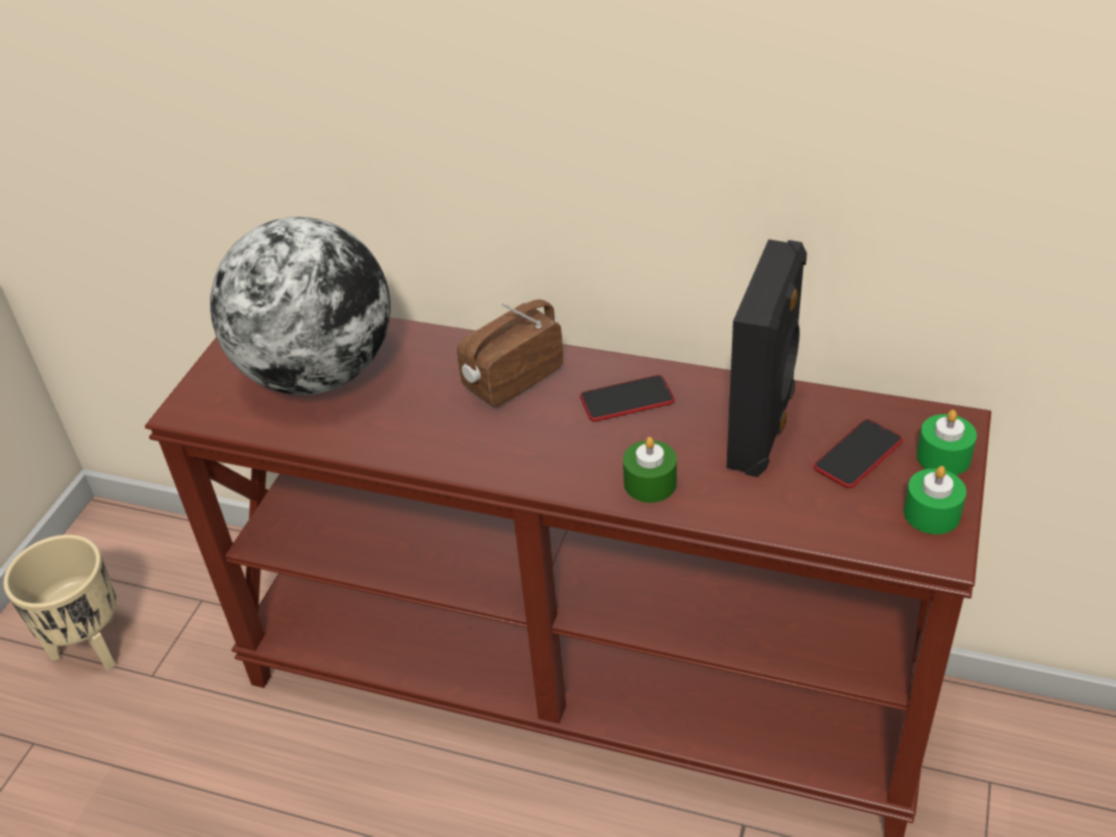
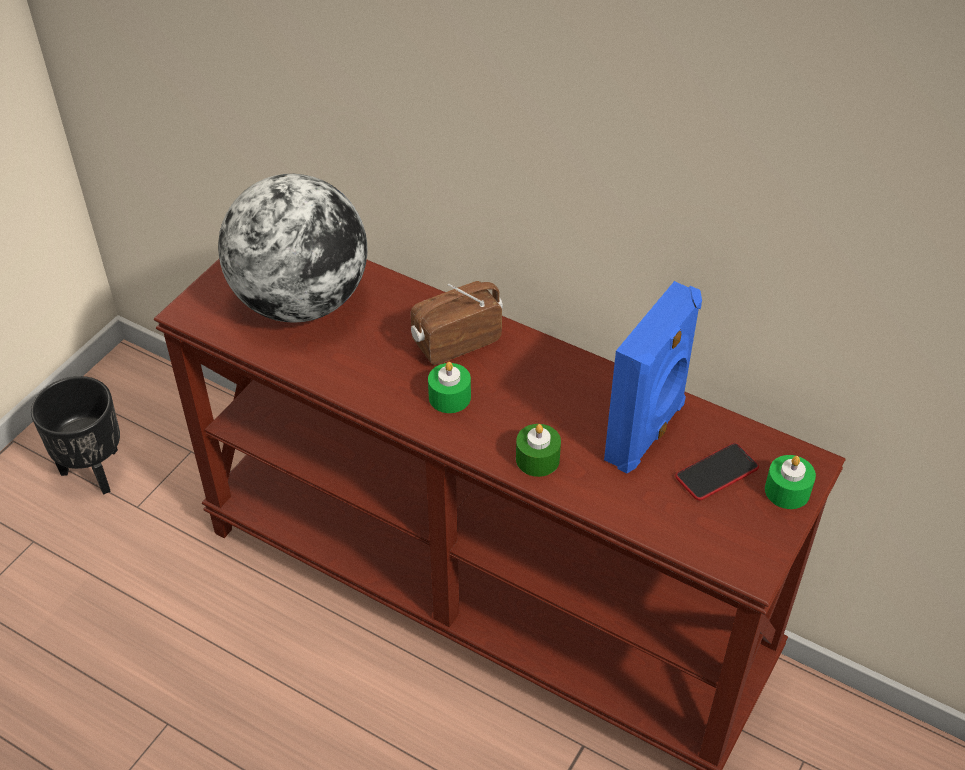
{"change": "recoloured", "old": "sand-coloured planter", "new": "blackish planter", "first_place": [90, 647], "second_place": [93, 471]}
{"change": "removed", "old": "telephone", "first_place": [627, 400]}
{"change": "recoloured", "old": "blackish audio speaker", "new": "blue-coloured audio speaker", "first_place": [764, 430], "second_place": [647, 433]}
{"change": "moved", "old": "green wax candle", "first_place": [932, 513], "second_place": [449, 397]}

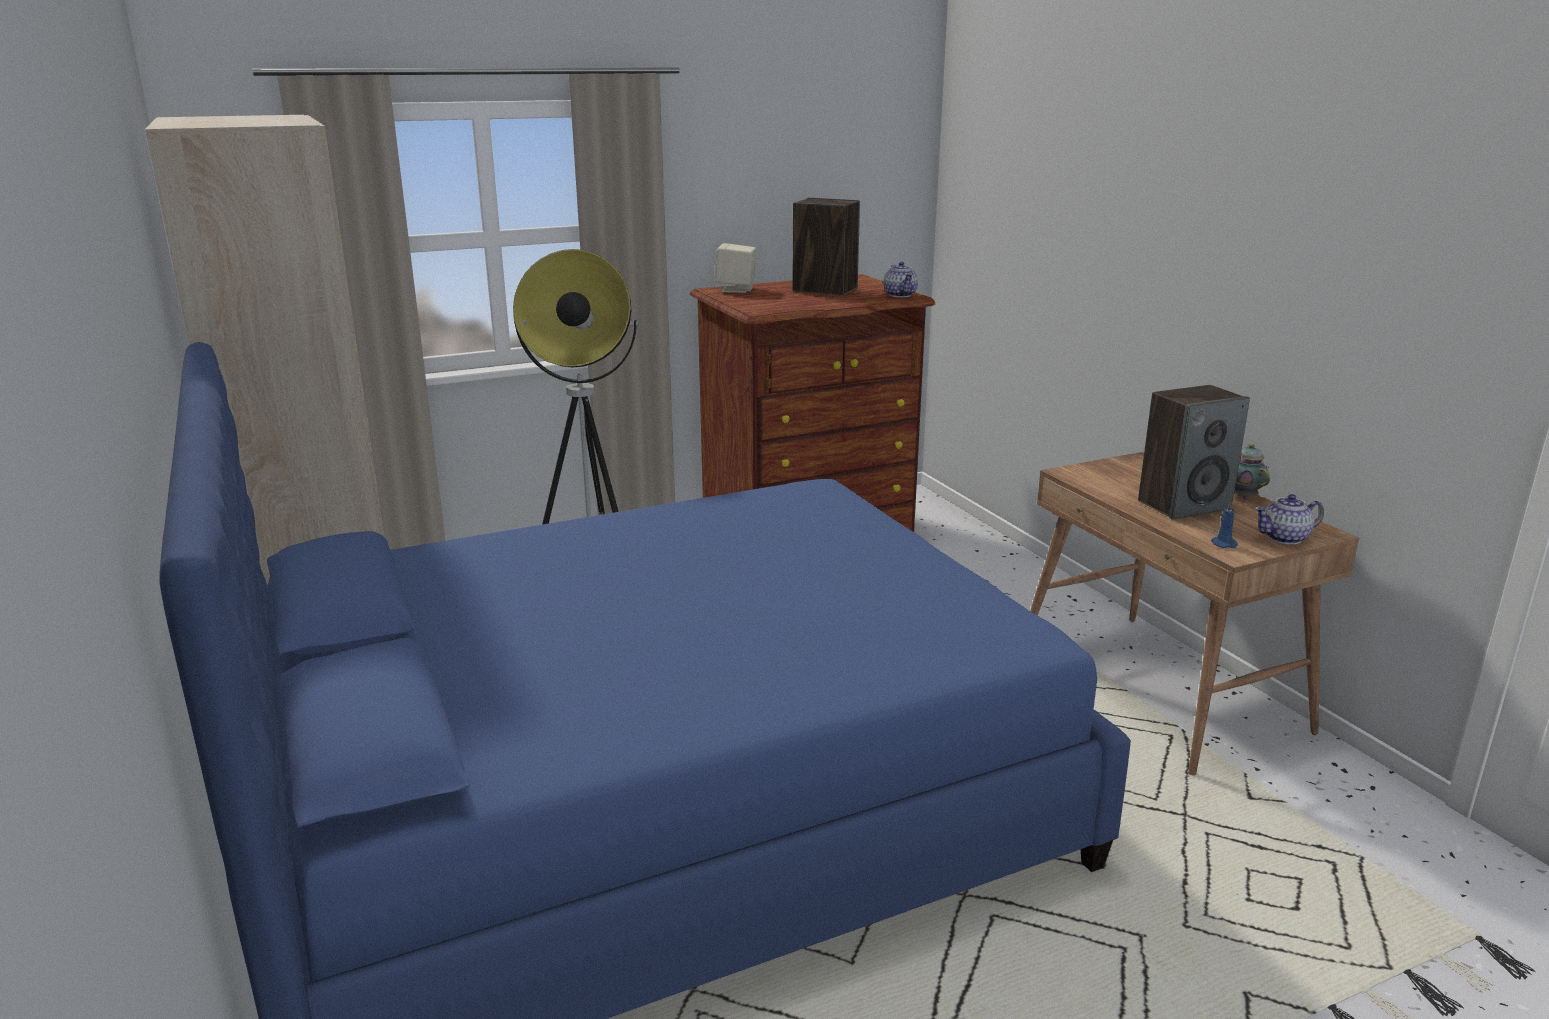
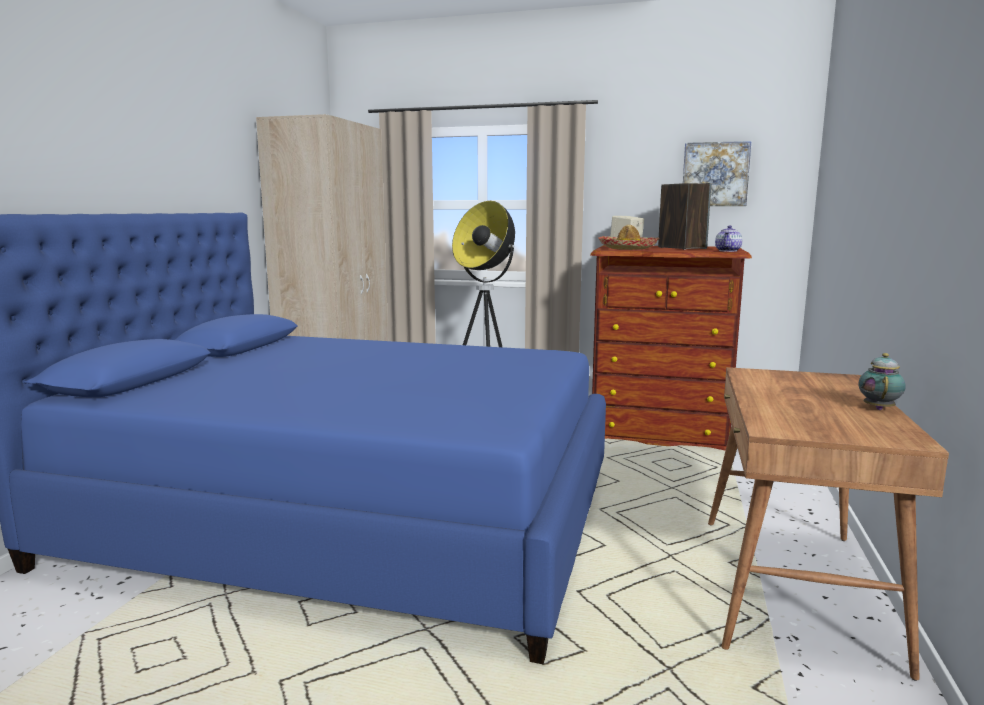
{"change": "removed", "old": "audio speaker", "first_place": [1184, 505]}
{"change": "removed", "old": "blue-coloured wax candle", "first_place": [1223, 543]}
{"change": "removed", "old": "tea pot", "first_place": [1285, 538]}
{"change": "added", "new": "clothing hat", "second_place": [627, 248]}
{"change": "added", "new": "picture", "second_place": [715, 174]}

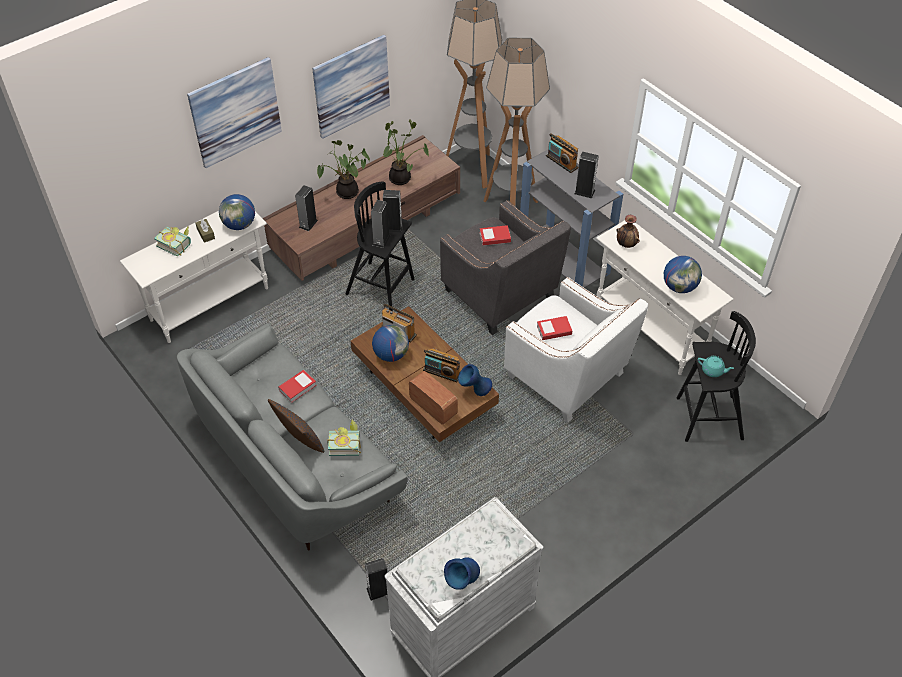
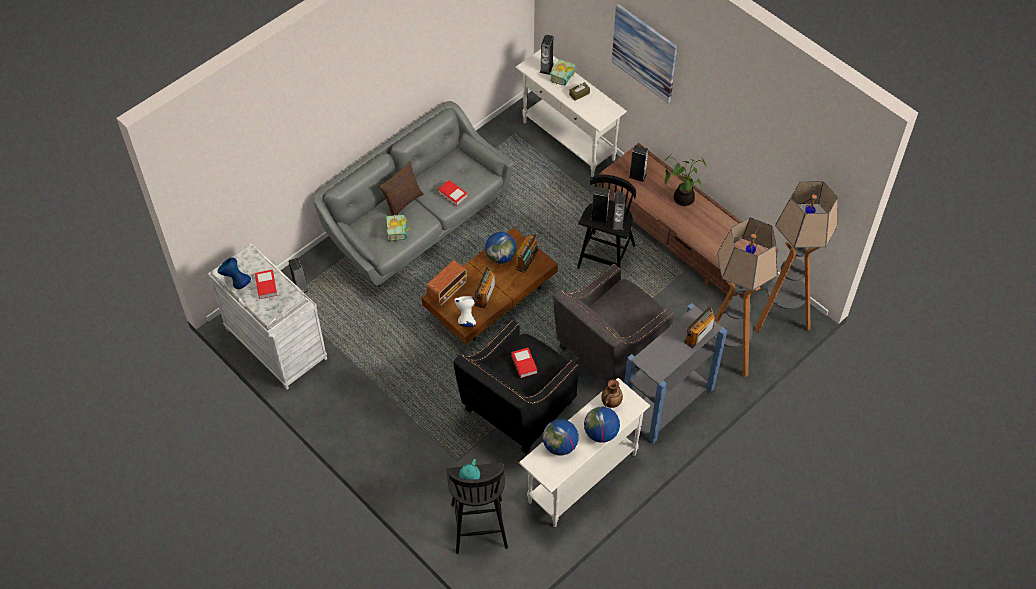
{"change": "moved", "old": "world globe", "first_place": [239, 225], "second_place": [601, 433]}
{"change": "removed", "old": "picture", "first_place": [351, 86]}
{"change": "removed", "old": "plant in a pot", "first_place": [402, 178]}
{"change": "recoloured", "old": "blue-coloured decorative vase", "new": "whitish decorative vase", "first_place": [474, 392], "second_place": [466, 319]}
{"change": "moved", "old": "bound book", "first_place": [495, 237], "second_place": [266, 286]}
{"change": "recoloured", "old": "whitish lounge chair", "new": "blackish lounge chair", "first_place": [566, 376], "second_place": [517, 407]}
{"change": "moved", "old": "audio speaker", "first_place": [584, 192], "second_place": [546, 68]}

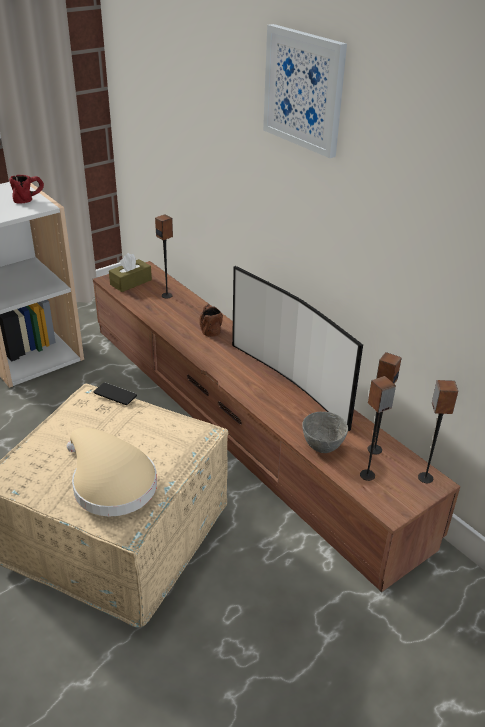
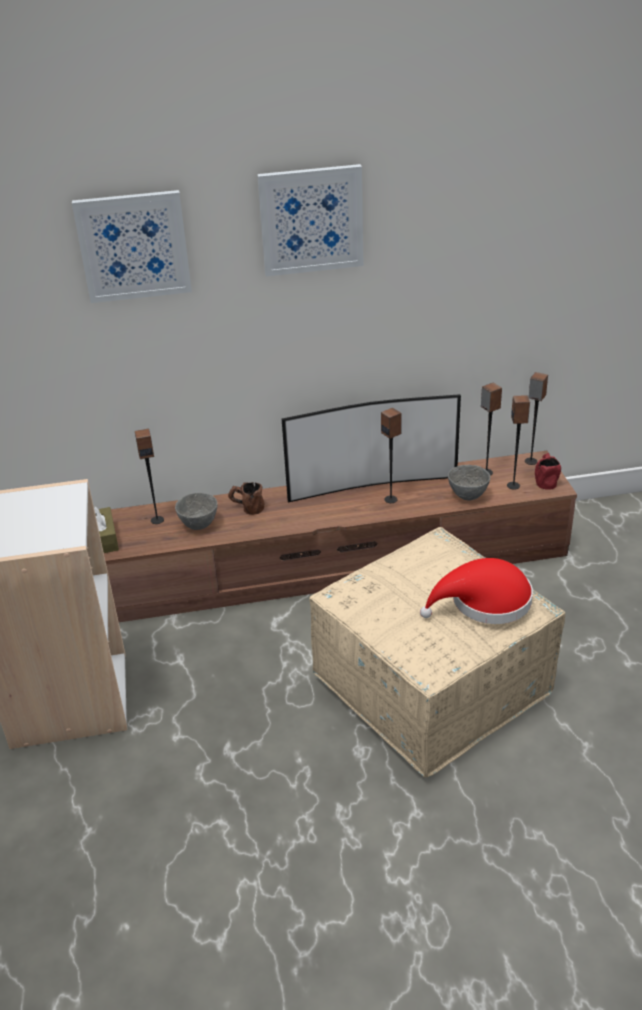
{"change": "moved", "old": "reddish coffee mug", "first_place": [29, 199], "second_place": [545, 480]}
{"change": "recoloured", "old": "sand-coloured clothing hat", "new": "reddish clothing hat", "first_place": [110, 483], "second_place": [484, 602]}
{"change": "removed", "old": "telephone", "first_place": [115, 394]}
{"change": "added", "new": "picture", "second_place": [133, 246]}
{"change": "added", "new": "grey deep dish", "second_place": [198, 525]}
{"change": "added", "new": "audio speaker", "second_place": [391, 499]}

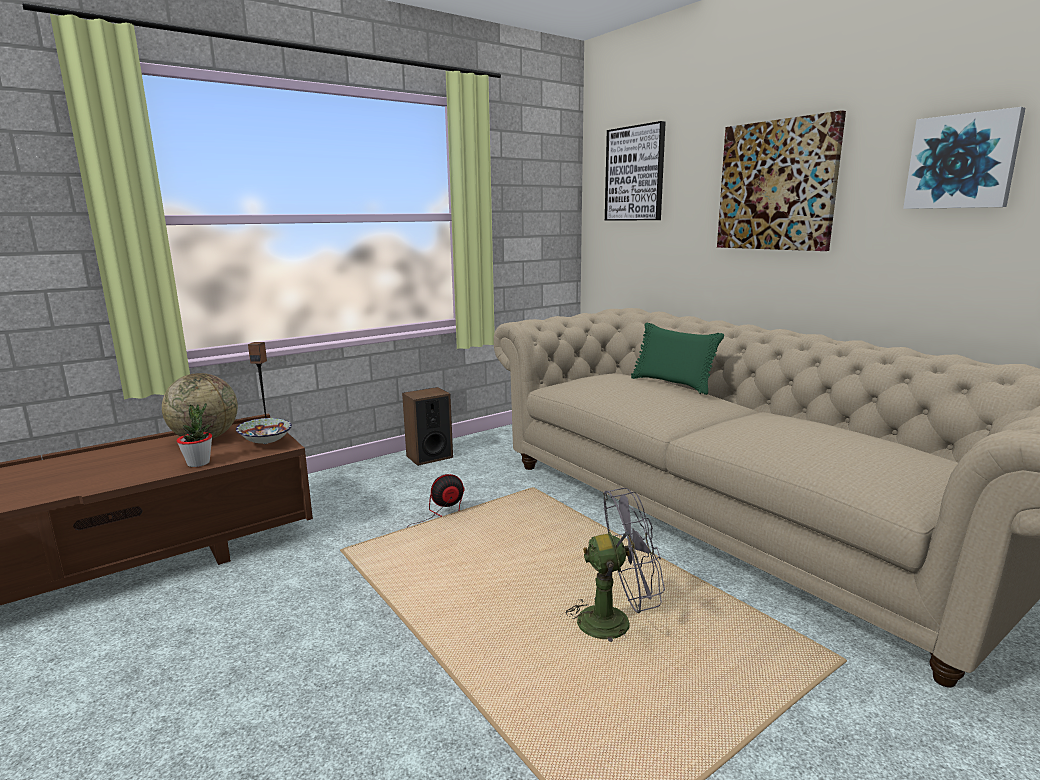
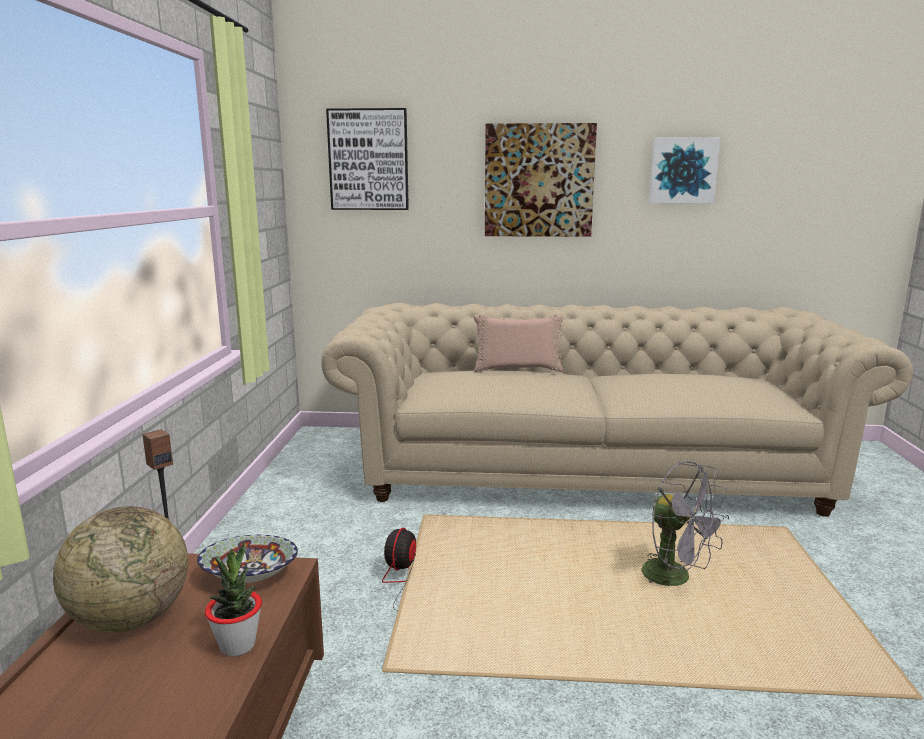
{"change": "removed", "old": "audio speaker", "first_place": [429, 456]}
{"change": "turned", "old": "grey electric fan", "first_place": [615, 621], "second_place": [676, 578], "degrees": 105}
{"change": "recoloured", "old": "green pillow", "new": "sand-coloured pillow", "first_place": [673, 384], "second_place": [517, 370]}

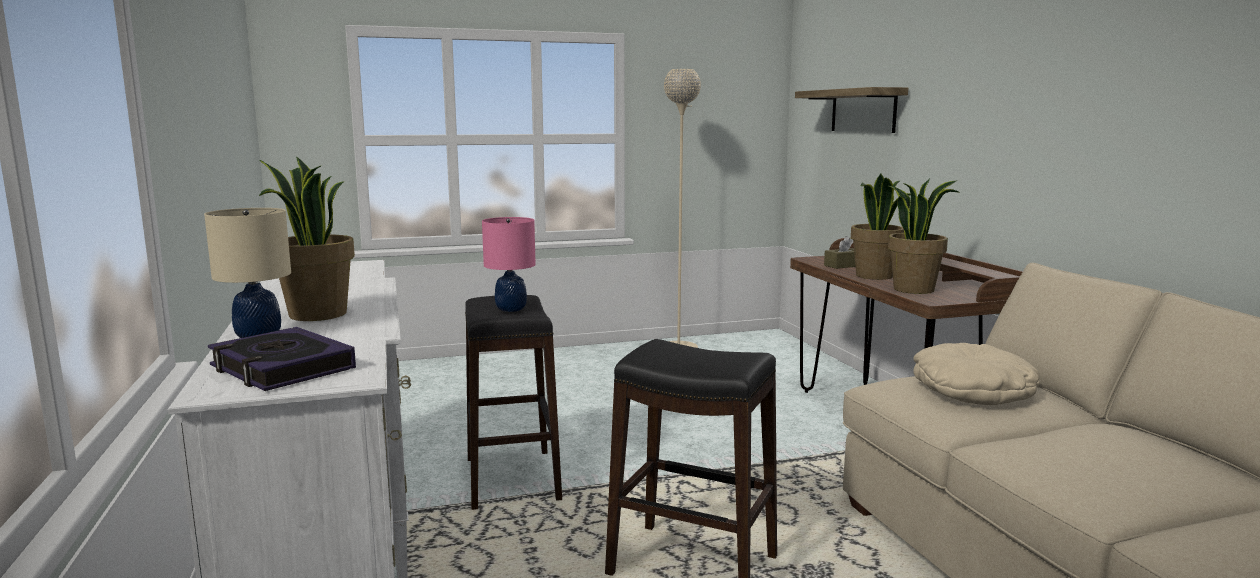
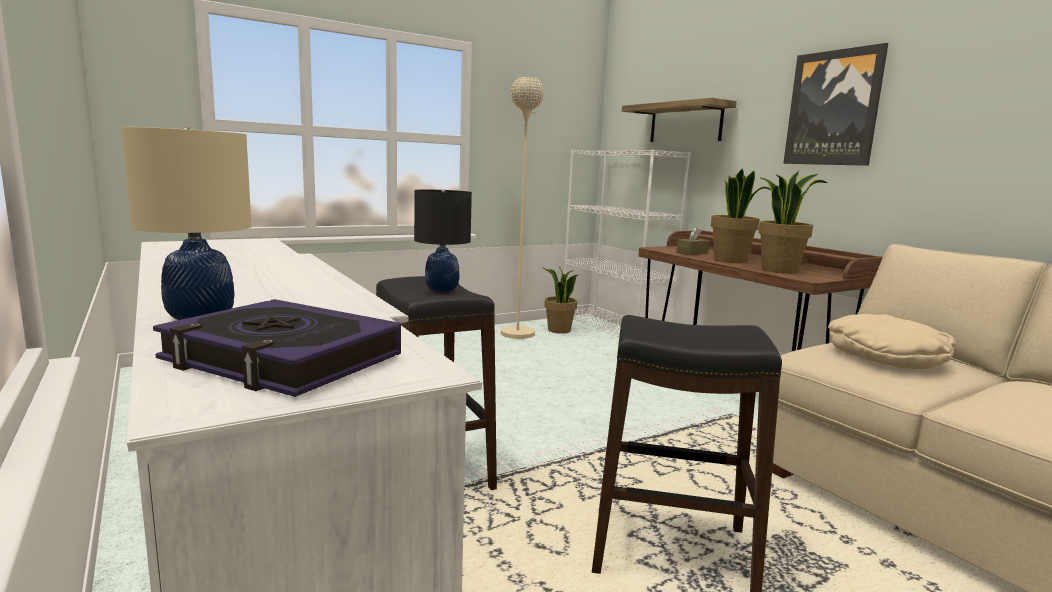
{"change": "moved", "old": "plant in a pot", "first_place": [316, 314], "second_place": [559, 330]}
{"change": "recoloured", "old": "pink-coloured table lamp", "new": "blackish table lamp", "first_place": [512, 309], "second_place": [443, 289]}
{"change": "added", "new": "whitish shelving unit", "second_place": [613, 332]}
{"change": "added", "new": "picture", "second_place": [833, 108]}

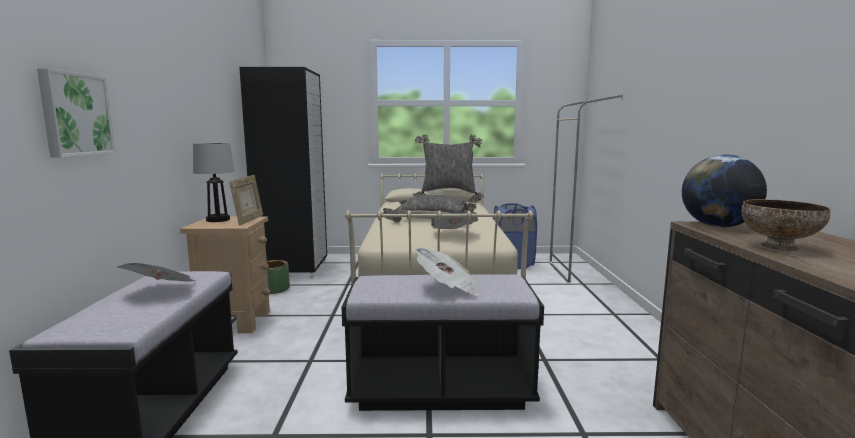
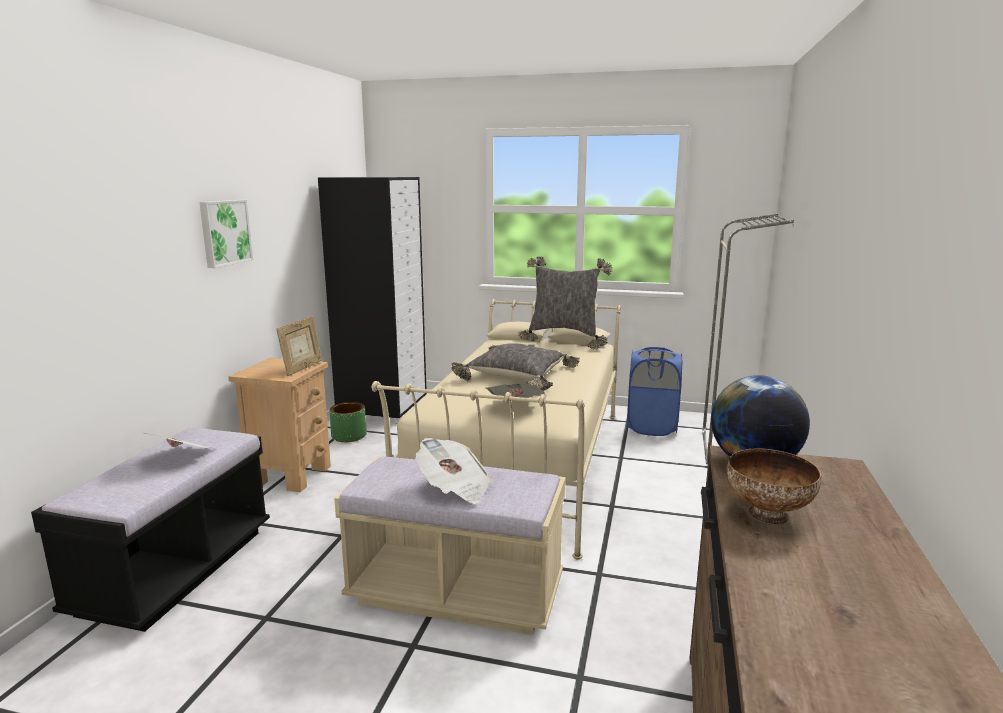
{"change": "moved", "old": "picture", "first_place": [75, 114], "second_place": [224, 232]}
{"change": "removed", "old": "table lamp", "first_place": [217, 220]}
{"change": "recoloured", "old": "blackish long seat", "new": "sand-coloured long seat", "first_place": [440, 389], "second_place": [456, 593]}

